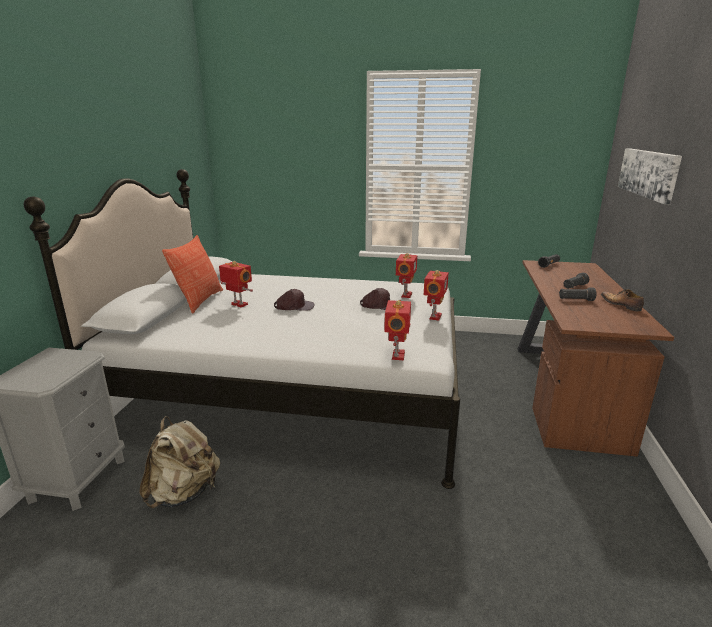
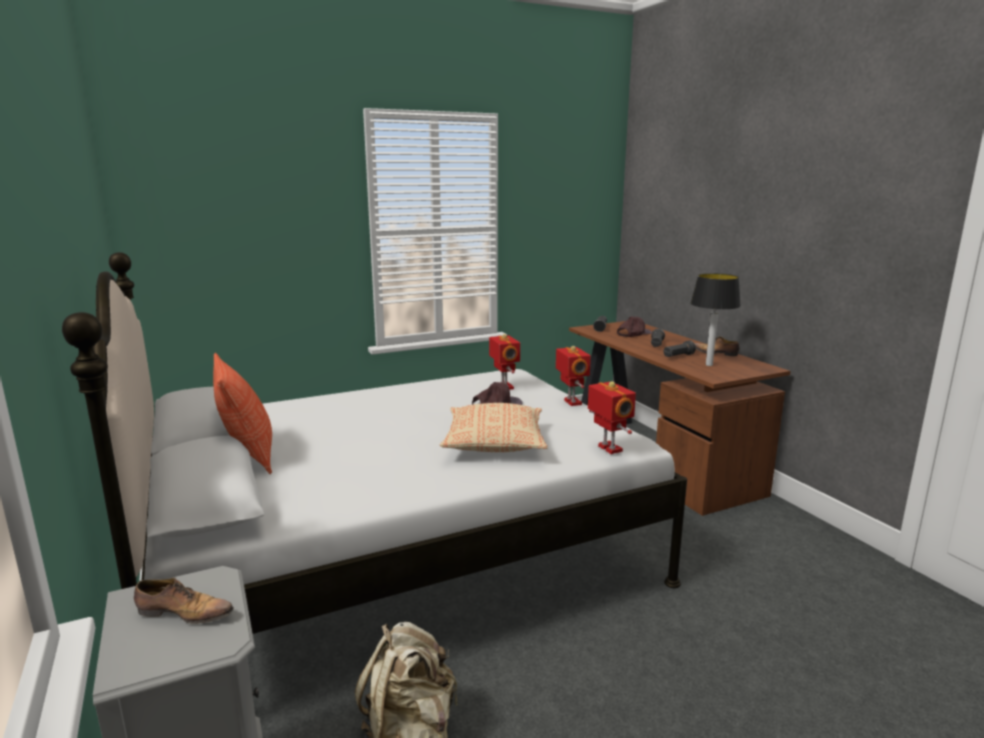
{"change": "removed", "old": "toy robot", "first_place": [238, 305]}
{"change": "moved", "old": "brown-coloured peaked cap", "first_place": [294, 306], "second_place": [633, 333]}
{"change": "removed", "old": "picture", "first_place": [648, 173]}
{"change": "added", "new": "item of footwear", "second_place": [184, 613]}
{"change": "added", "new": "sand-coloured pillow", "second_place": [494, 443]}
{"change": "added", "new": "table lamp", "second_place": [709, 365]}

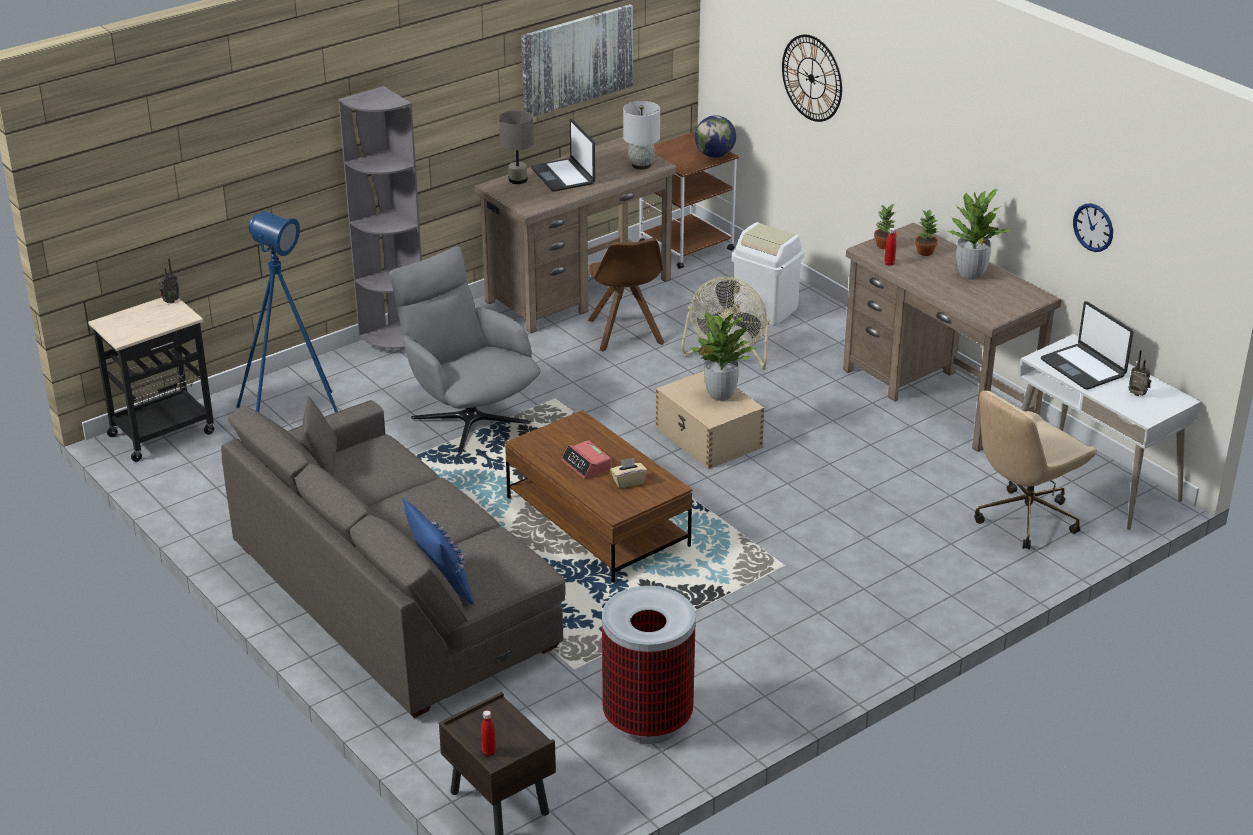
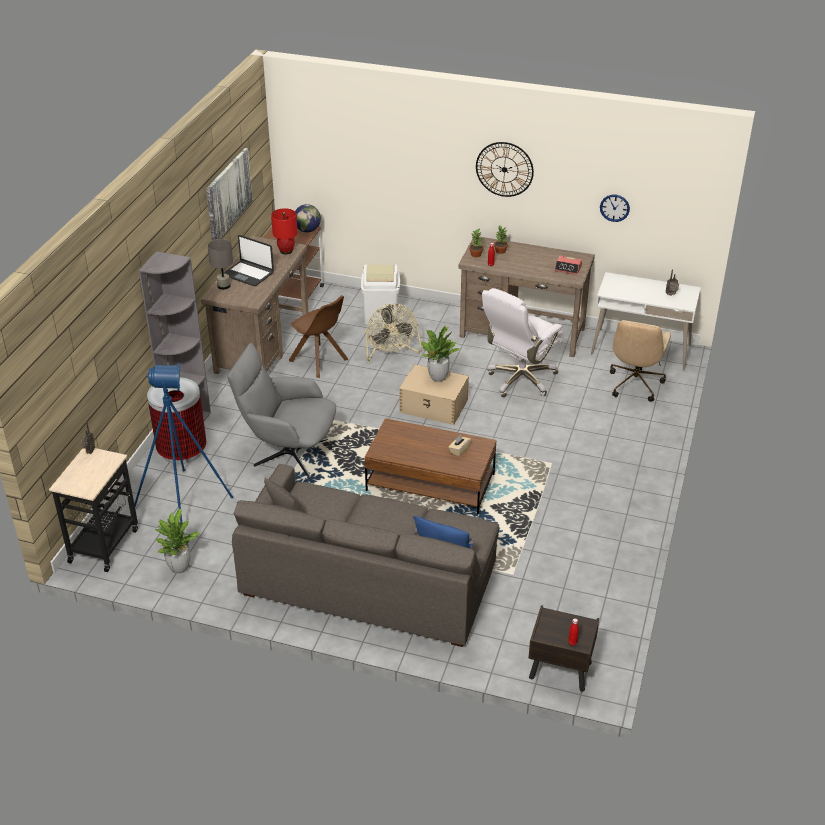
{"change": "moved", "old": "bedside clock", "first_place": [587, 465], "second_place": [568, 268]}
{"change": "moved", "old": "rubbish bin", "first_place": [647, 719], "second_place": [182, 451]}
{"change": "recoloured", "old": "whitish table lamp", "new": "reddish table lamp", "first_place": [641, 165], "second_place": [286, 251]}
{"change": "moved", "old": "clock on the wall", "first_place": [811, 78], "second_place": [504, 169]}
{"change": "moved", "old": "plant in a pot", "first_place": [971, 274], "second_place": [179, 567]}
{"change": "removed", "old": "laptop", "first_place": [1083, 367]}
{"change": "added", "new": "whitish office chair", "second_place": [519, 381]}

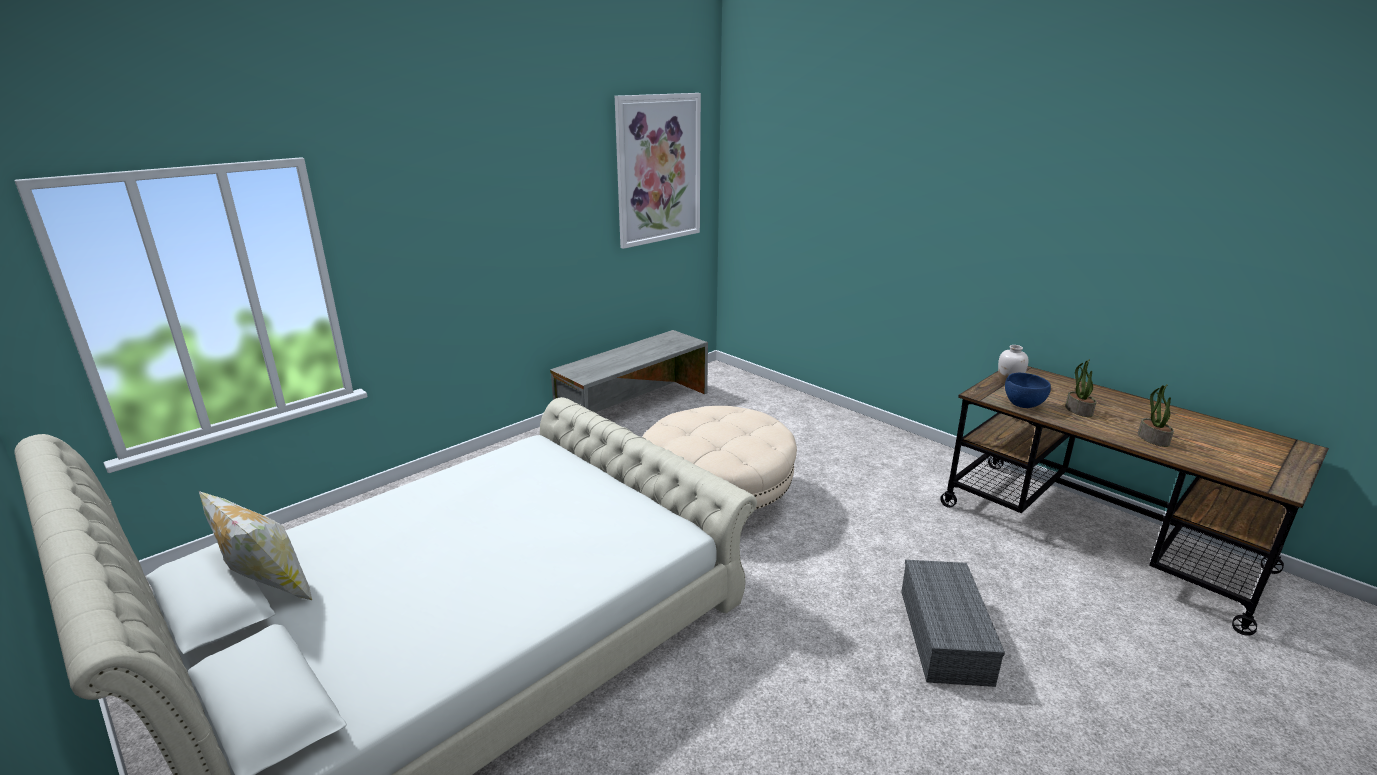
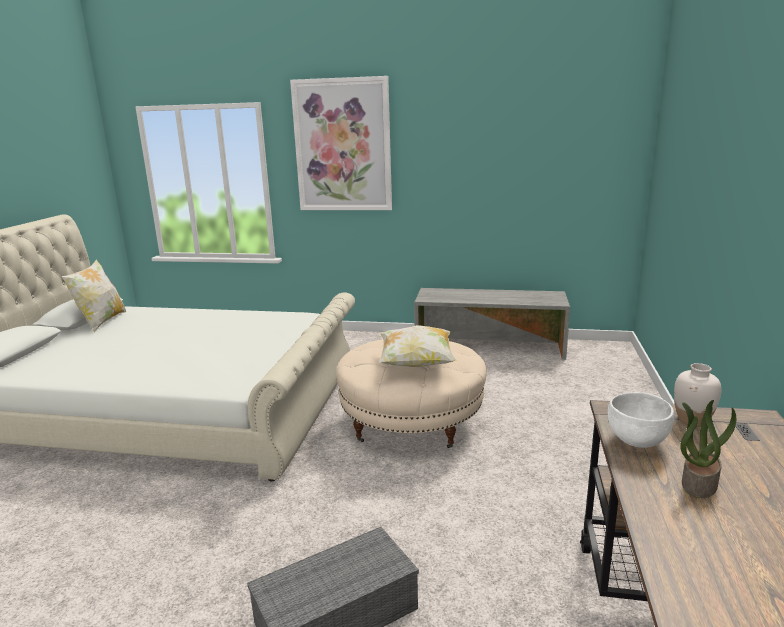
{"change": "moved", "old": "picture", "first_place": [658, 169], "second_place": [343, 146]}
{"change": "recoloured", "old": "blue-coloured deep dish", "new": "whitish deep dish", "first_place": [1022, 405], "second_place": [636, 441]}
{"change": "removed", "old": "plant in a pot", "first_place": [1152, 439]}
{"change": "added", "new": "pillow", "second_place": [416, 364]}

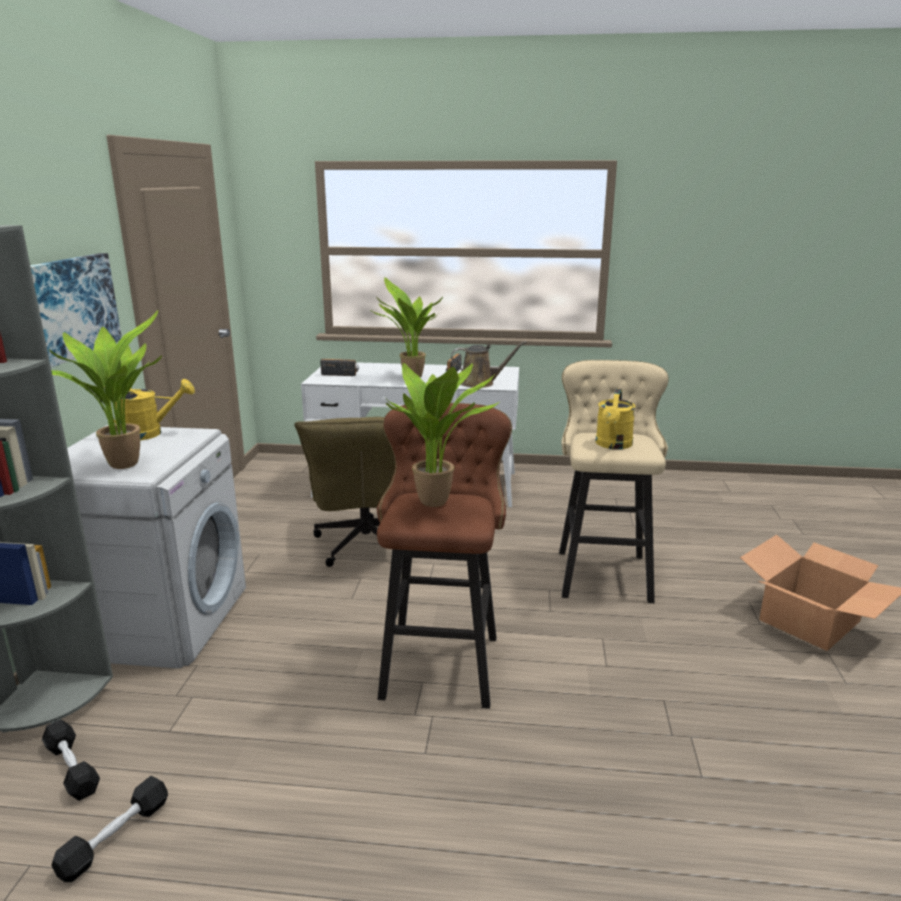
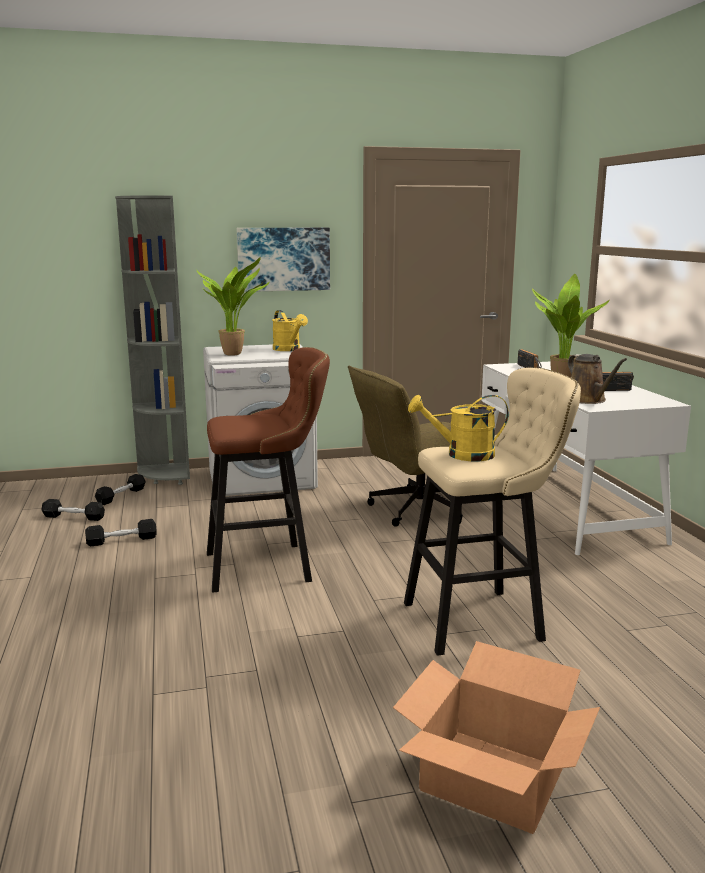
{"change": "removed", "old": "plant in a pot", "first_place": [439, 502]}
{"change": "added", "new": "blackish hand weight", "second_place": [122, 540]}

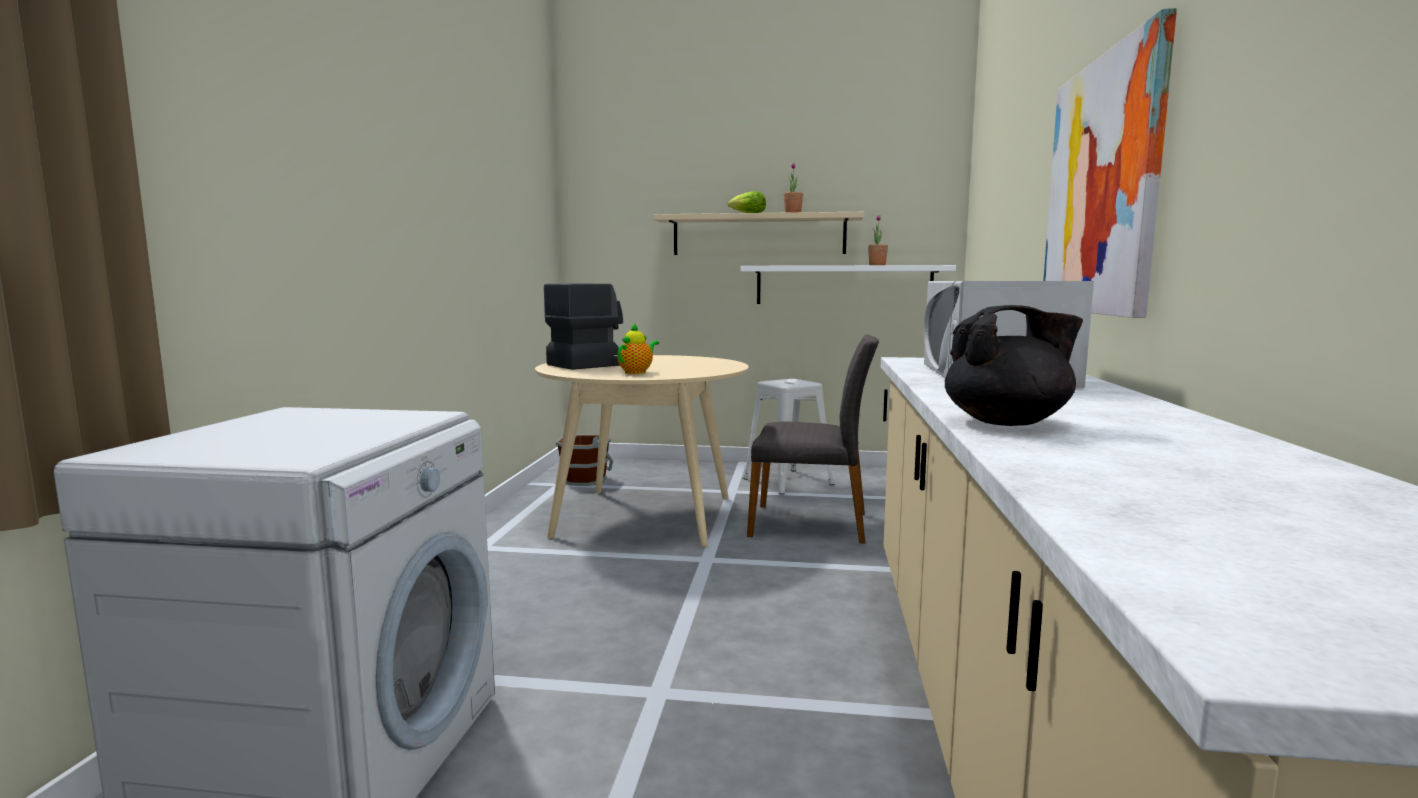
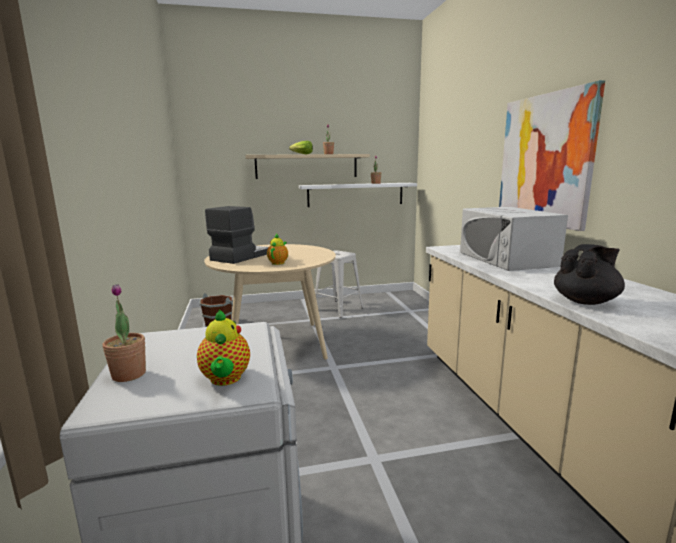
{"change": "removed", "old": "grey plain chair", "first_place": [810, 524]}
{"change": "added", "new": "plant in a pot", "second_place": [129, 374]}
{"change": "added", "new": "tea pot", "second_place": [225, 379]}

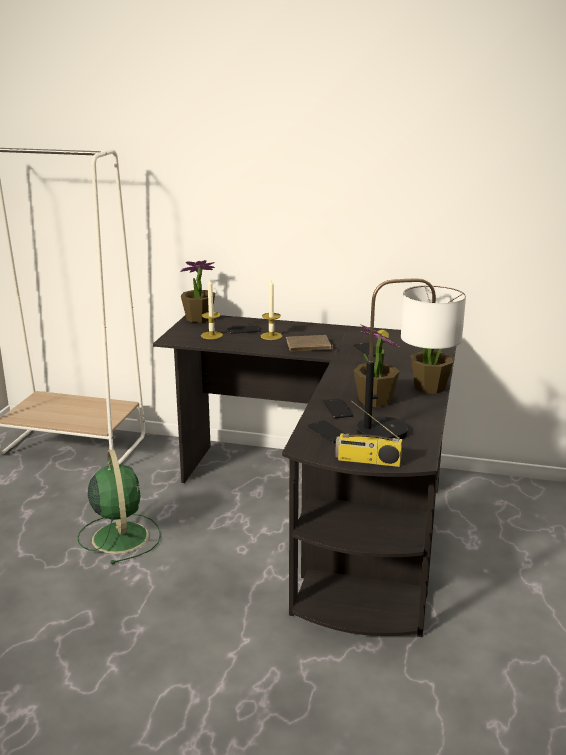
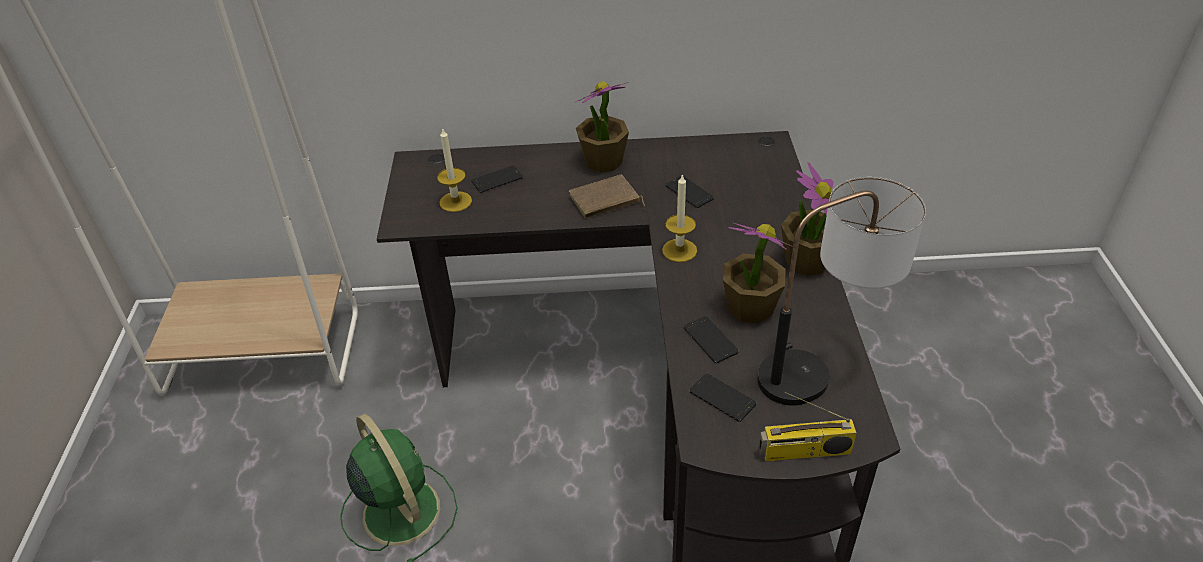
{"change": "moved", "old": "plant in a pot", "first_place": [198, 318], "second_place": [603, 161]}
{"change": "moved", "old": "wax candle", "first_place": [271, 336], "second_place": [679, 250]}

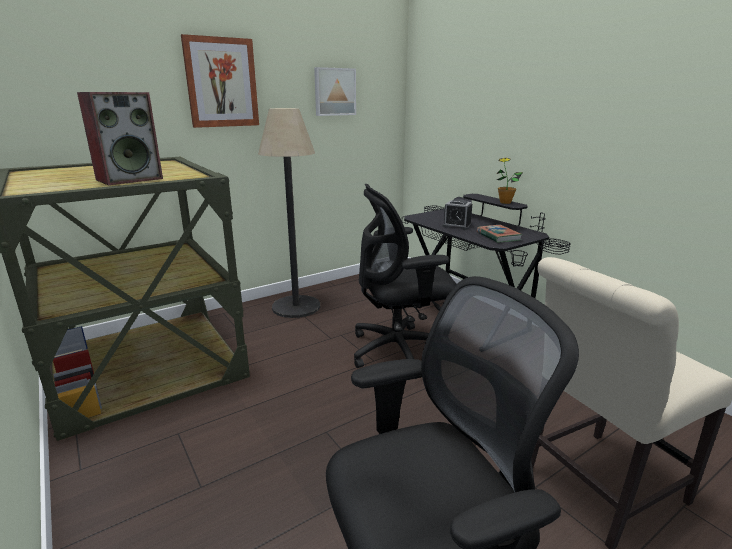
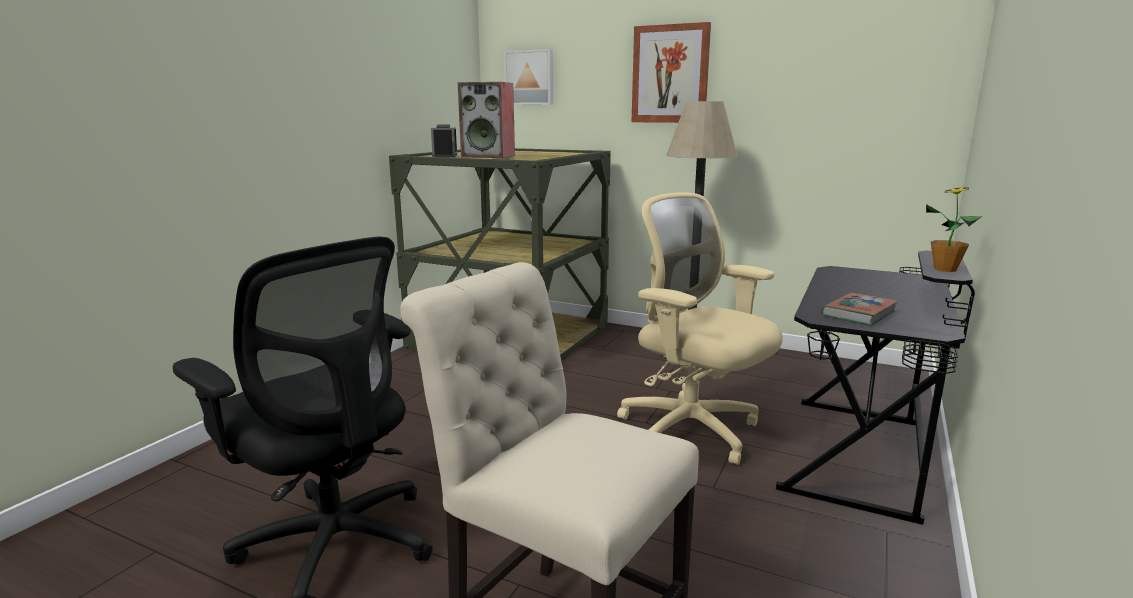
{"change": "moved", "old": "picture", "first_place": [334, 92], "second_place": [530, 78]}
{"change": "recoloured", "old": "blackish office chair", "new": "sand-coloured office chair", "first_place": [403, 348], "second_place": [698, 432]}
{"change": "moved", "old": "bedside clock", "first_place": [457, 226], "second_place": [445, 156]}

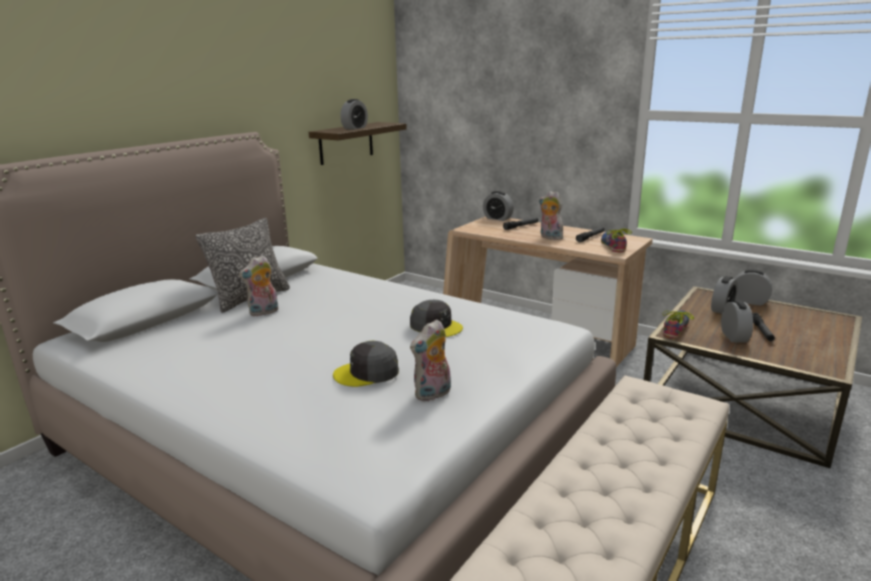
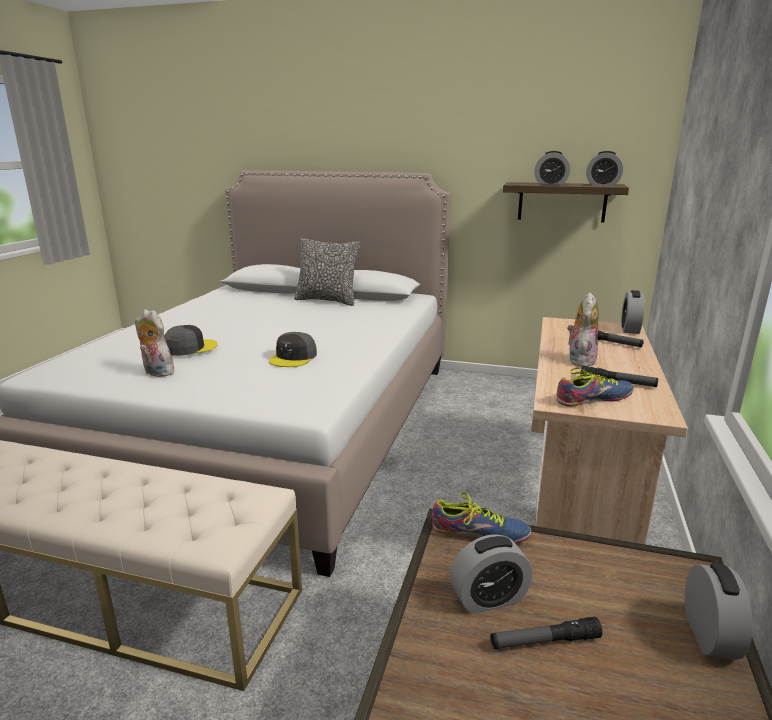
{"change": "removed", "old": "cuddly toy", "first_place": [264, 312]}
{"change": "turned", "old": "grey peaked cap", "first_place": [367, 373], "second_place": [190, 348], "degrees": 90}
{"change": "moved", "old": "bedside clock", "first_place": [722, 309], "second_place": [602, 184]}

